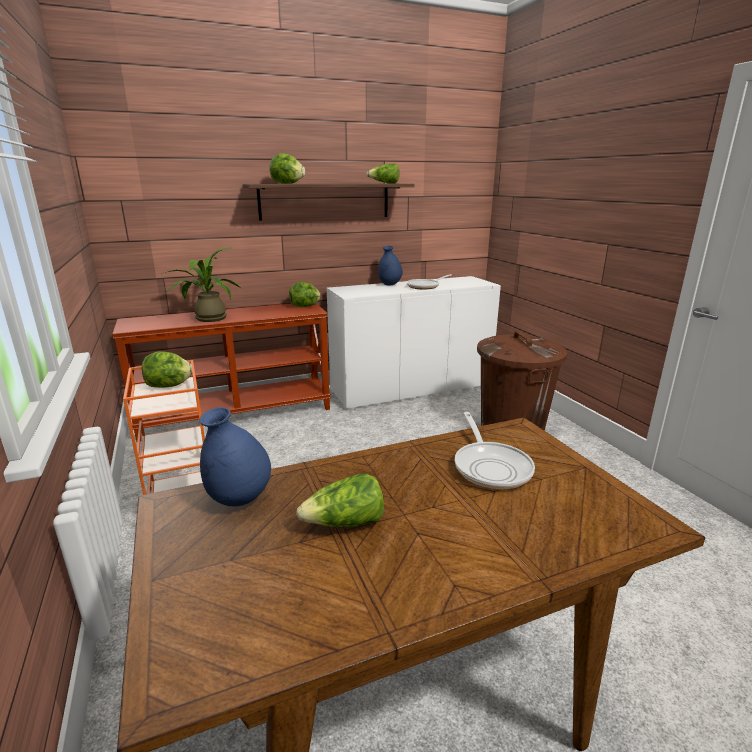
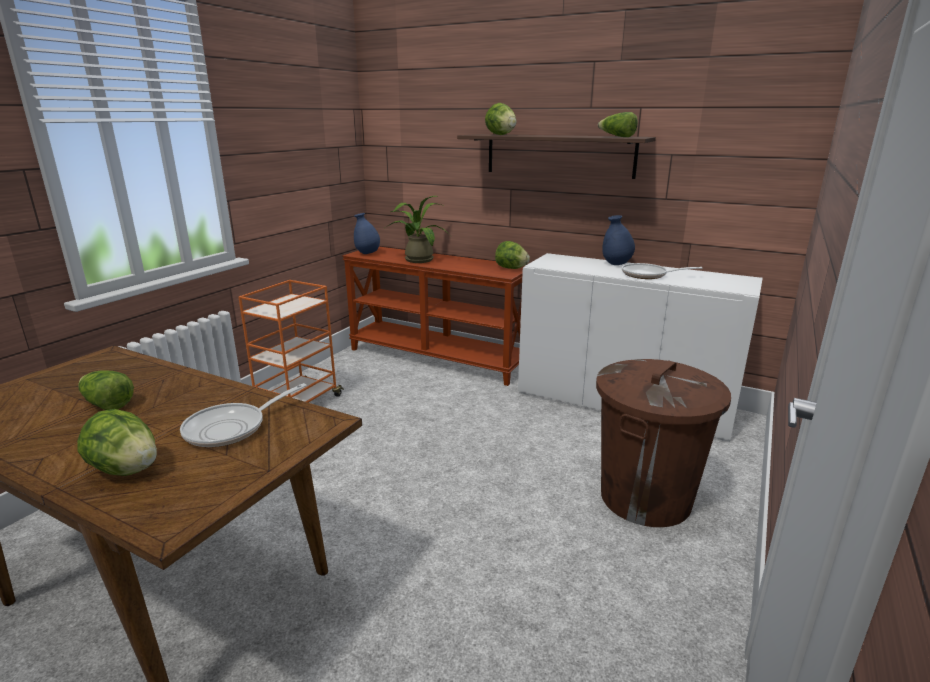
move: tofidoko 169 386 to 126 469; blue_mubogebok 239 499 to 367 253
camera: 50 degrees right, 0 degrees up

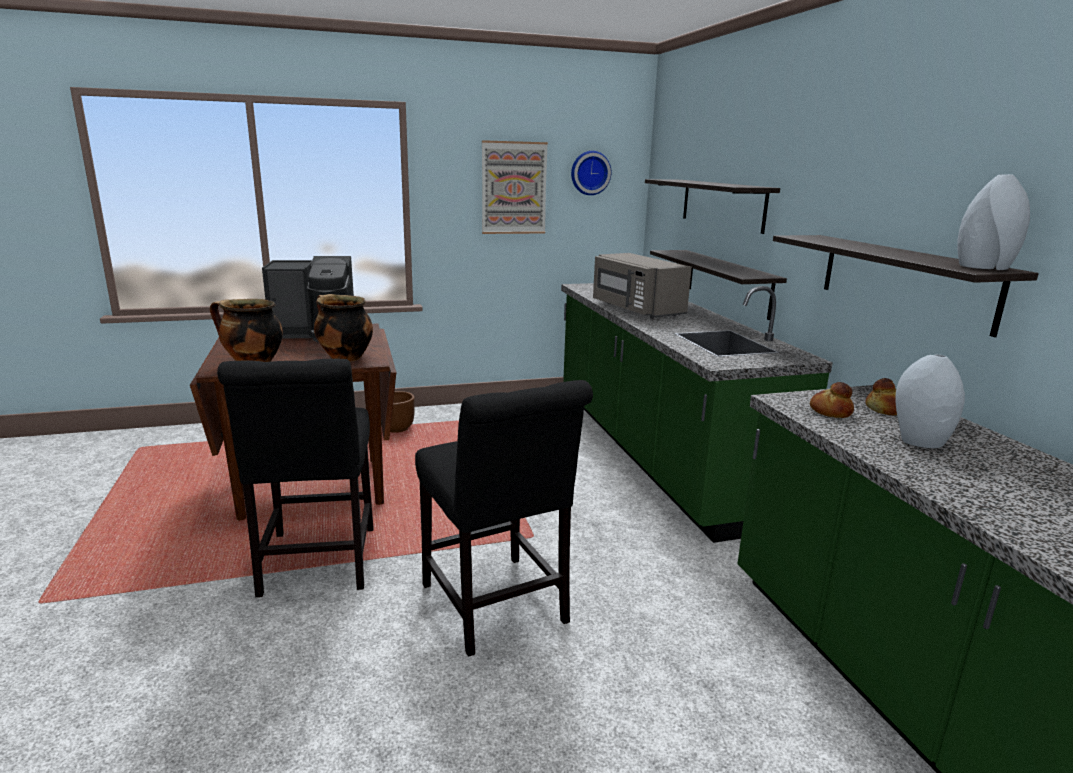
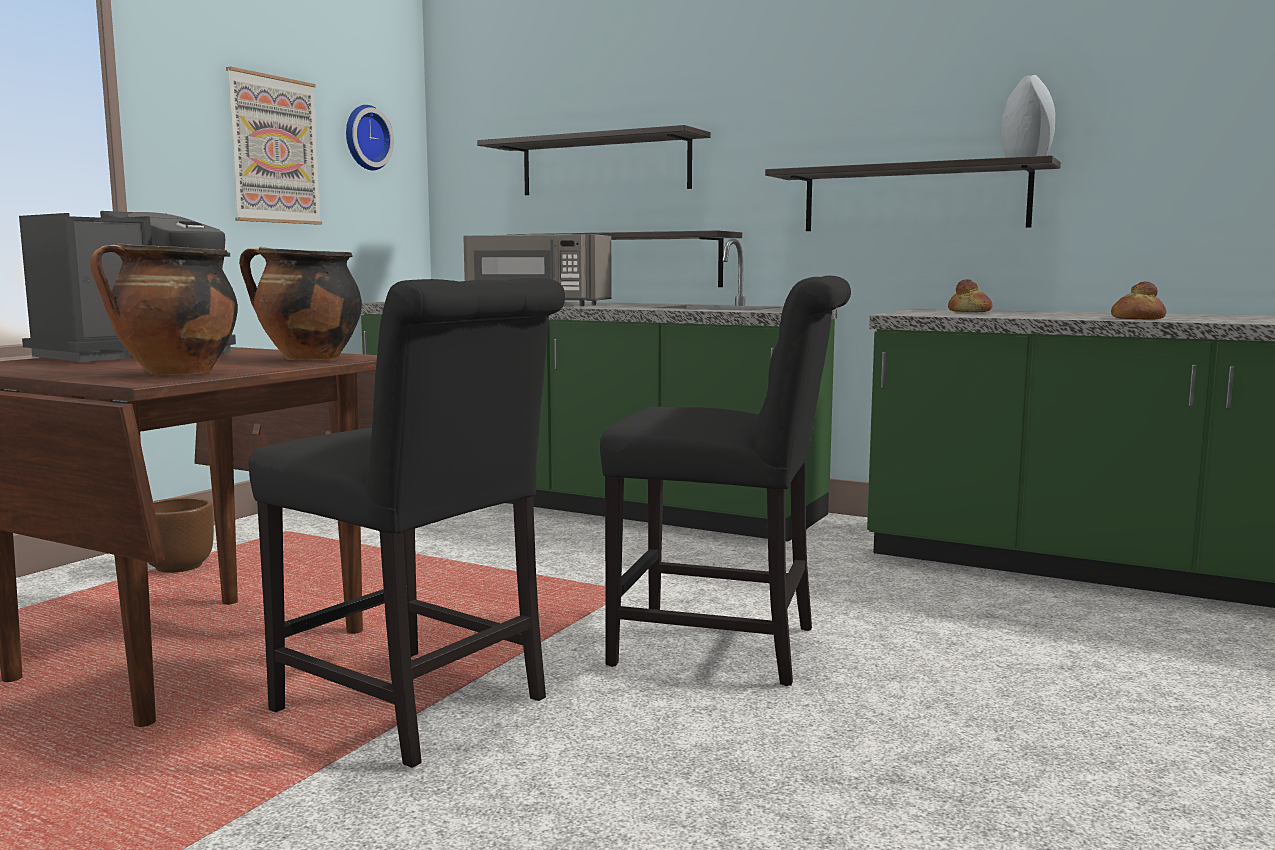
delete: grey_mubogebok 920 441
move: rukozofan 830 411 to 1137 319
camera: 45 degrees left, 10 degrees down

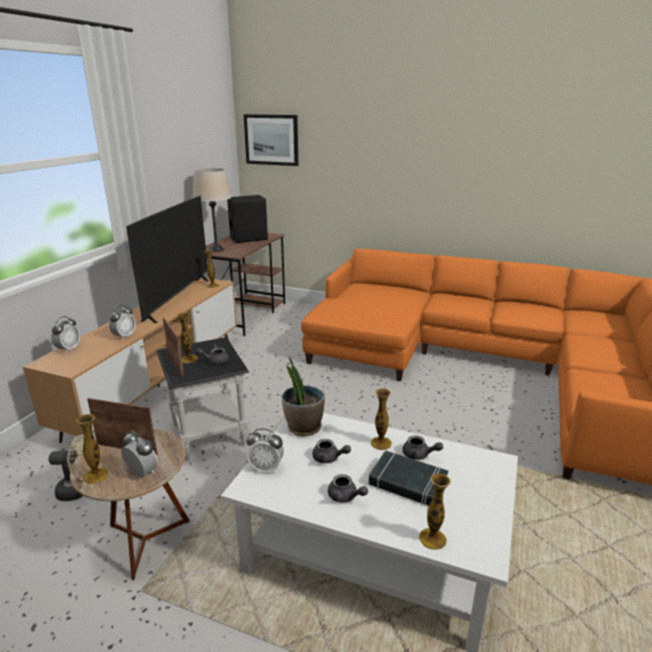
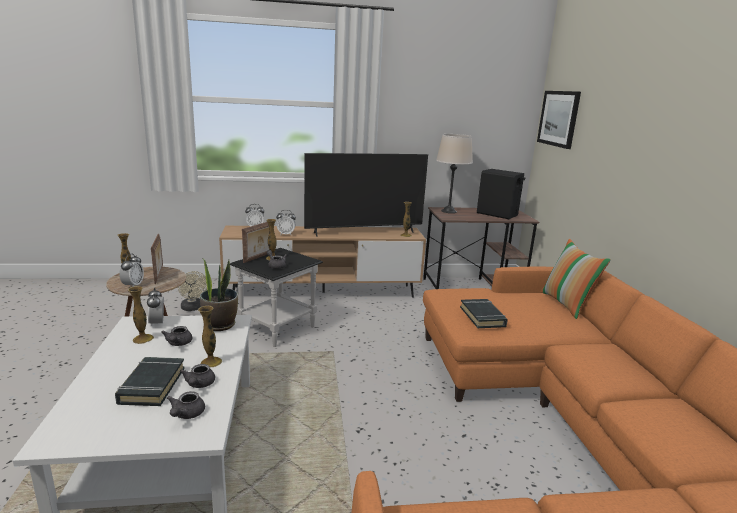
insert: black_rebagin 482 317; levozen 567 304
move: mubogebok 432 539 to 143 339; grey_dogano 345 497 to 186 415
camera: 60 degrees right, 5 degrees down

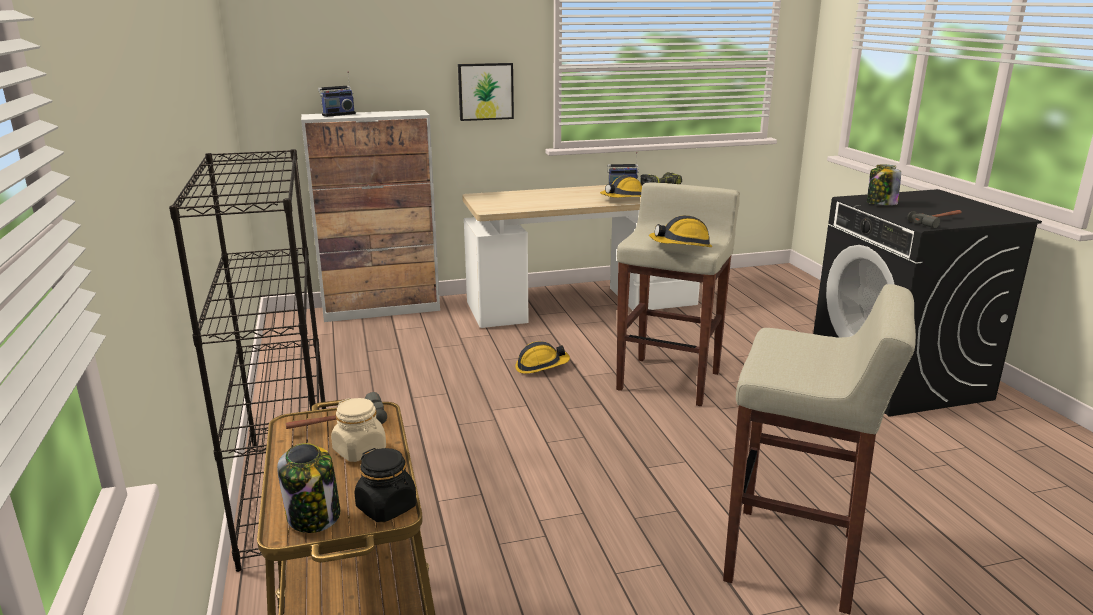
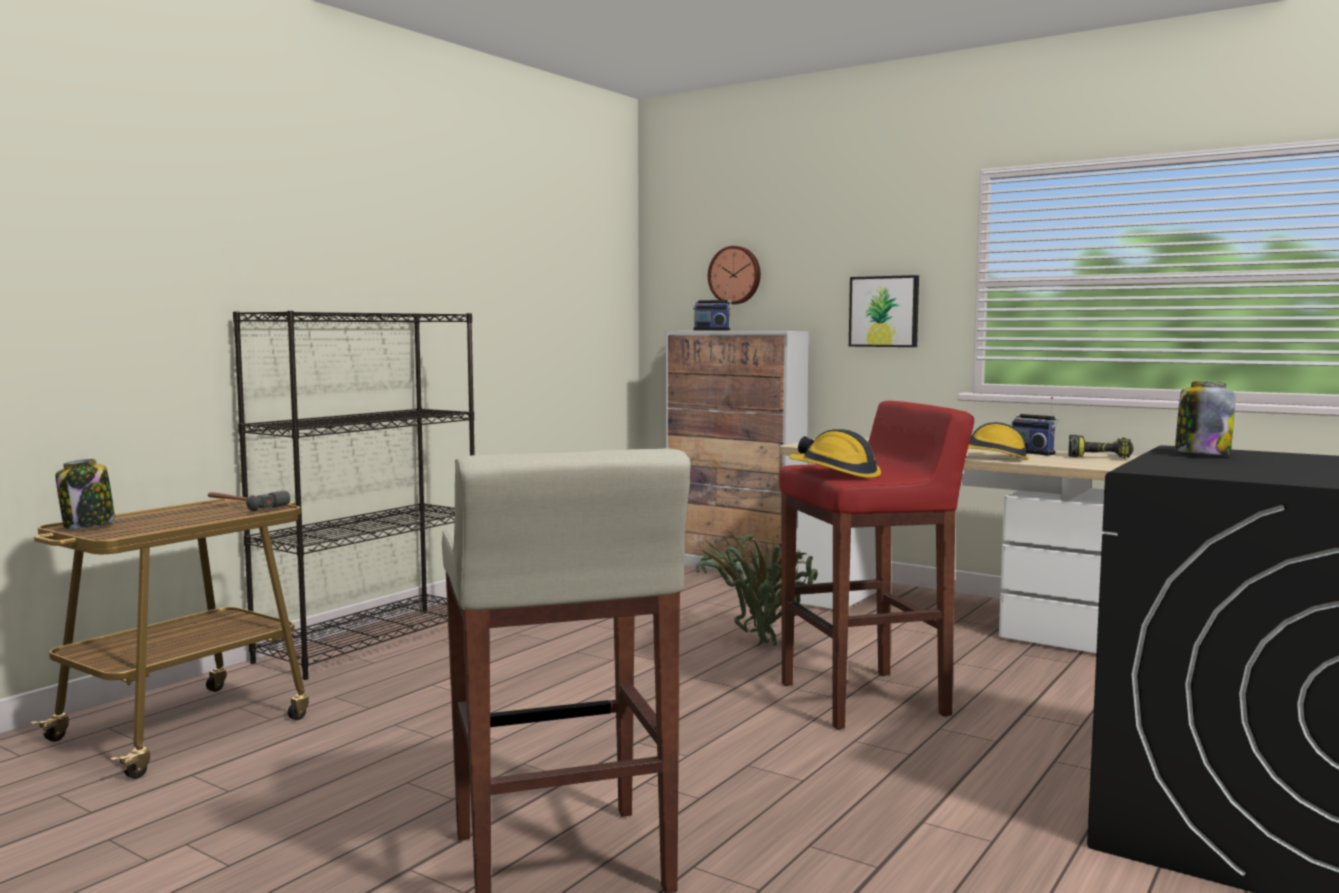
delete: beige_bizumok 360 450; black_bizumok 387 507; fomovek 939 221
insert: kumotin 735 275
replace: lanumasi 541 366 to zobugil 760 643
recolor: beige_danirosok 669 380 to red_danirosok 866 699
camera: 50 degrees right, 15 degrees down

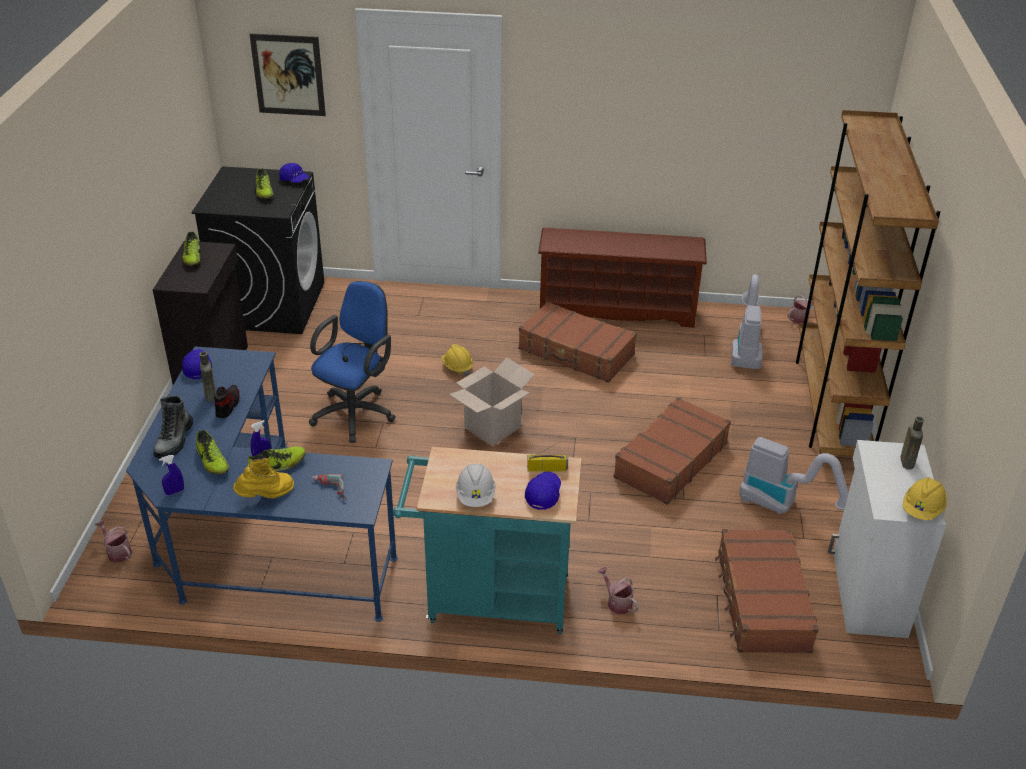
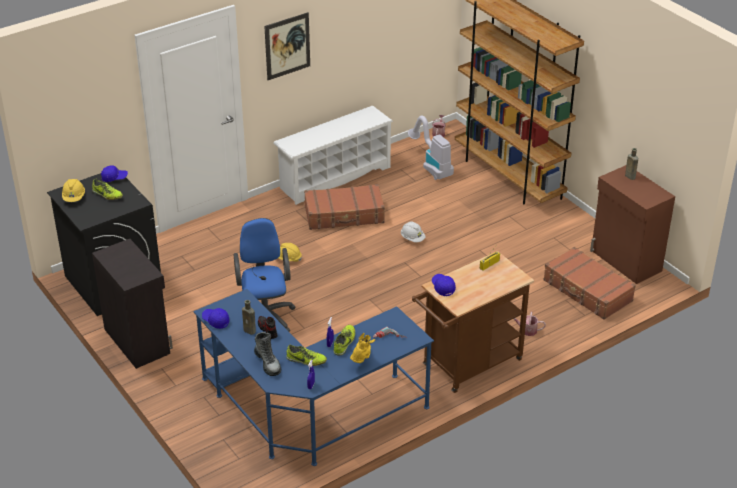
delete: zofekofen 117 552; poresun 192 257; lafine 492 428; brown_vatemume 670 460; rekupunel 785 506
move: yellow_lanumasi 922 510 to 74 198; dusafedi 288 75 to 287 46; white_lanumasi 476 496 to 412 238; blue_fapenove 543 494 to 443 287
recolor: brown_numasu 617 309 to white_numasu 334 177; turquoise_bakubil 489 599 to brown_bakubil 467 365; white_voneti 867 593 to brown_voneti 625 261
camera: 40 degrees left, 0 degrees up

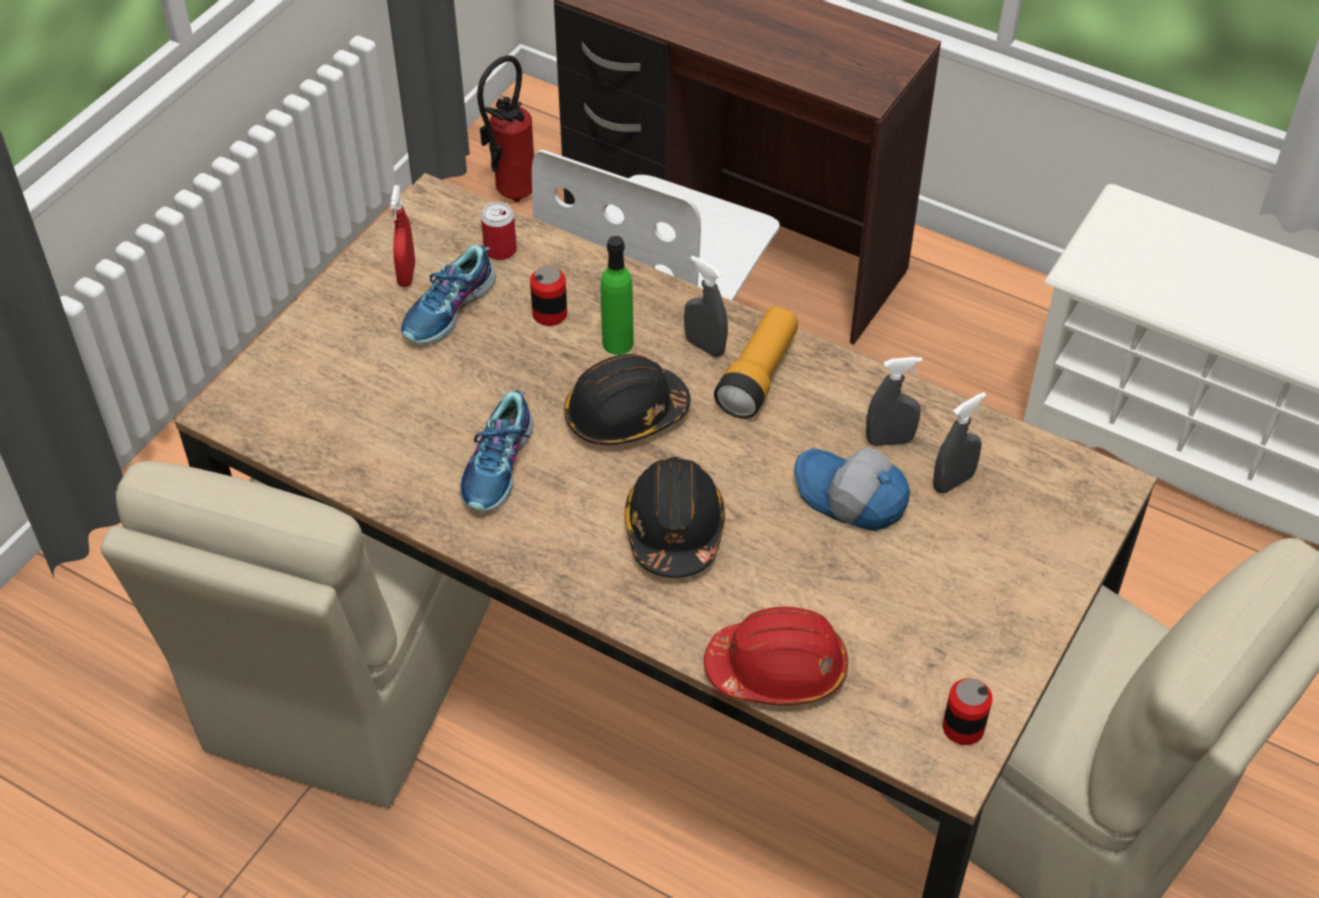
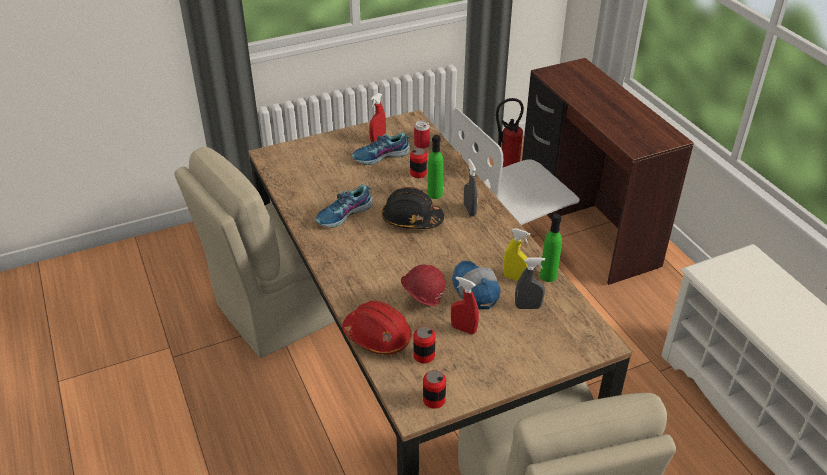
delete: black_lanumasi 674 529; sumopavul 758 376
insert: red_lanumasi 422 304; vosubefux 424 356; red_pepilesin 463 329; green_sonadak 548 276
recolor: grey_pepilesin 889 440 to yellow_pepilesin 515 278
camera: 35 degrees right, 10 degrees down

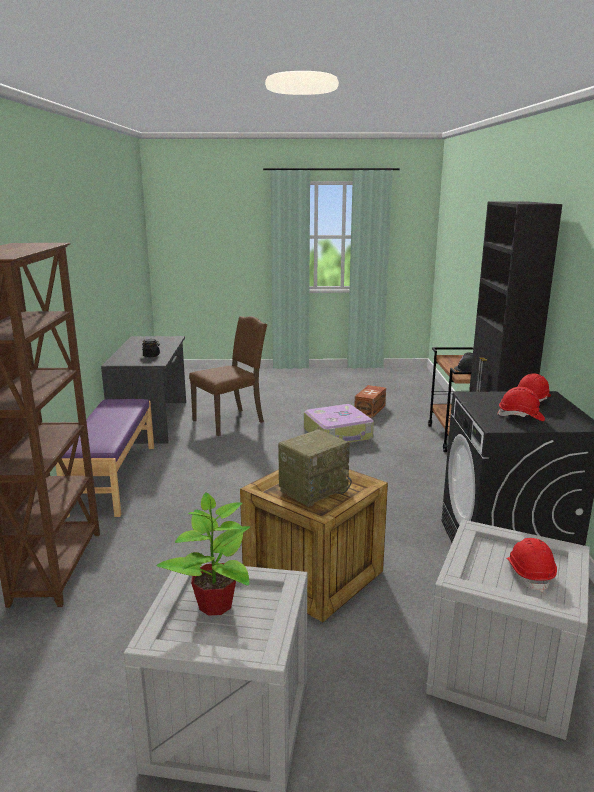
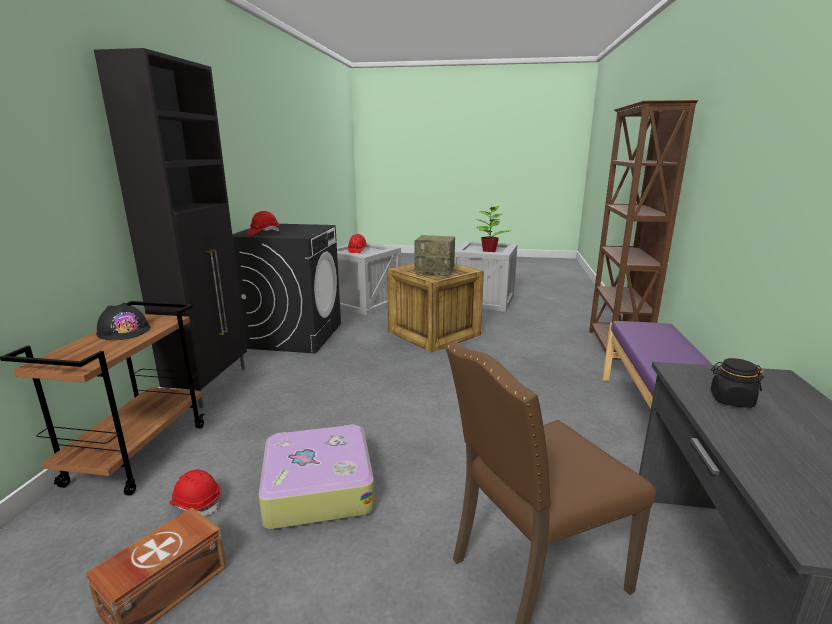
move: red_lanumasi 521 416 to 196 503
rotate: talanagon 314 489 = 435 271 135 degrees counterclockwise
camera: 170 degrees left, 0 degrees up

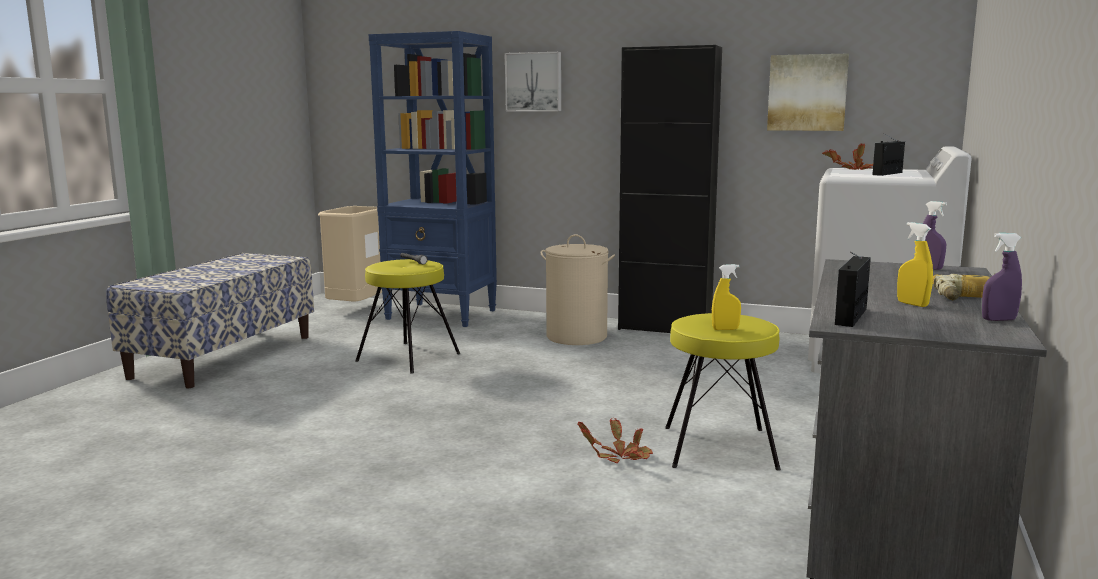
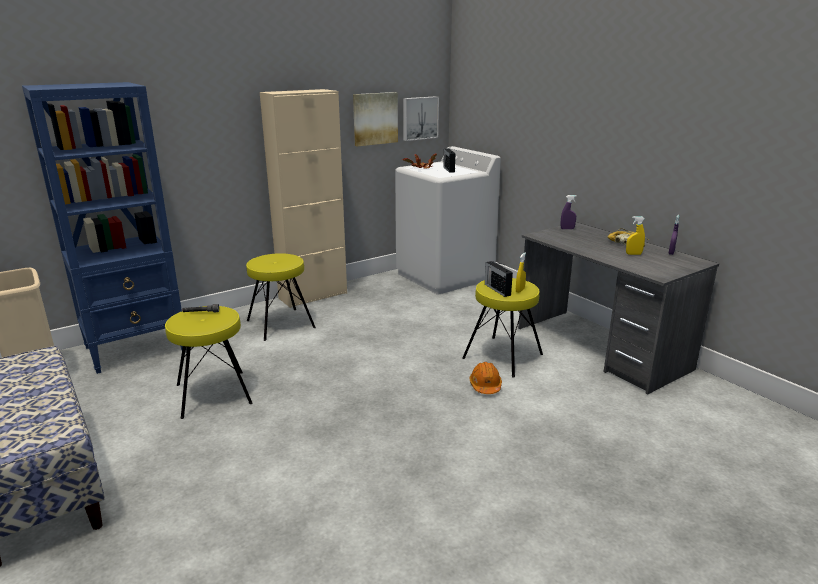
move: dusafedi 534 82 to 419 118; talanagon 851 316 to 497 289
replace: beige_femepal 577 337 to yellow_danirosok 281 324; zobugil 619 457 to orange_lanumasi 485 385
recolor: black_voneti 664 328 to beige_voneti 313 296
camera: 55 degrees left, 10 degrees up

